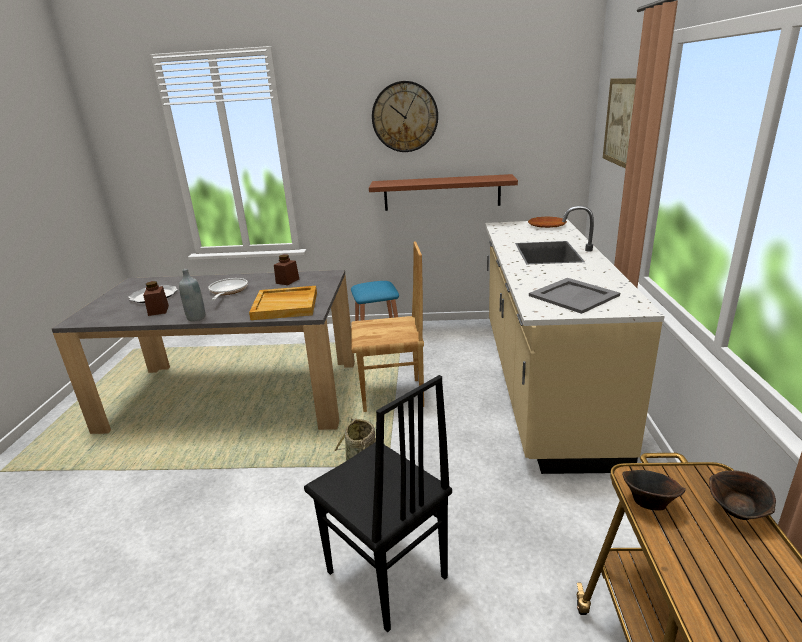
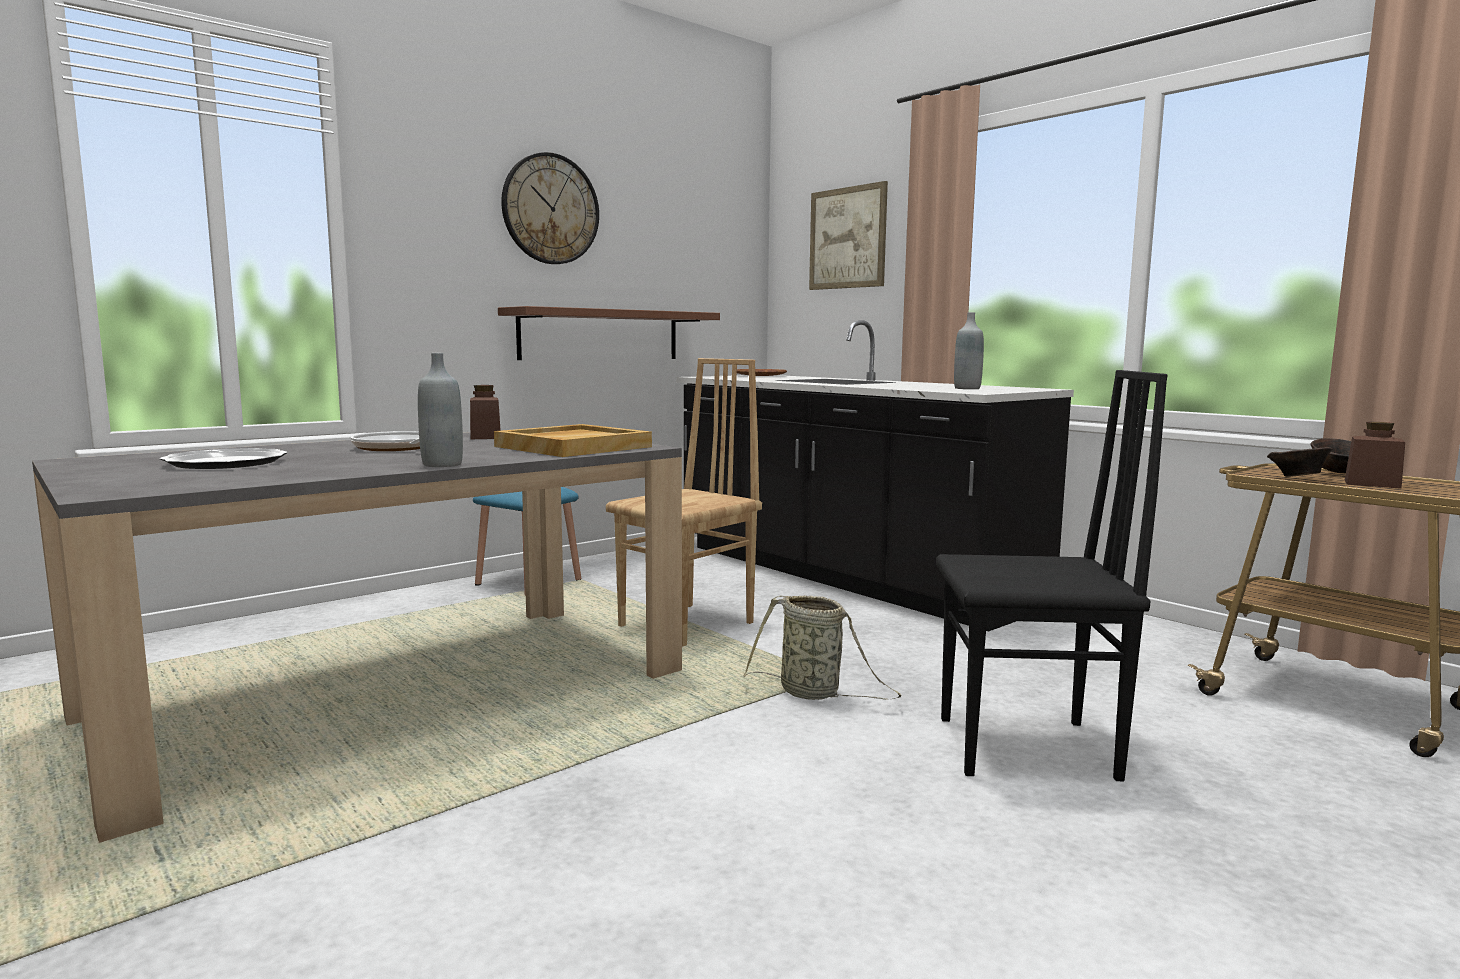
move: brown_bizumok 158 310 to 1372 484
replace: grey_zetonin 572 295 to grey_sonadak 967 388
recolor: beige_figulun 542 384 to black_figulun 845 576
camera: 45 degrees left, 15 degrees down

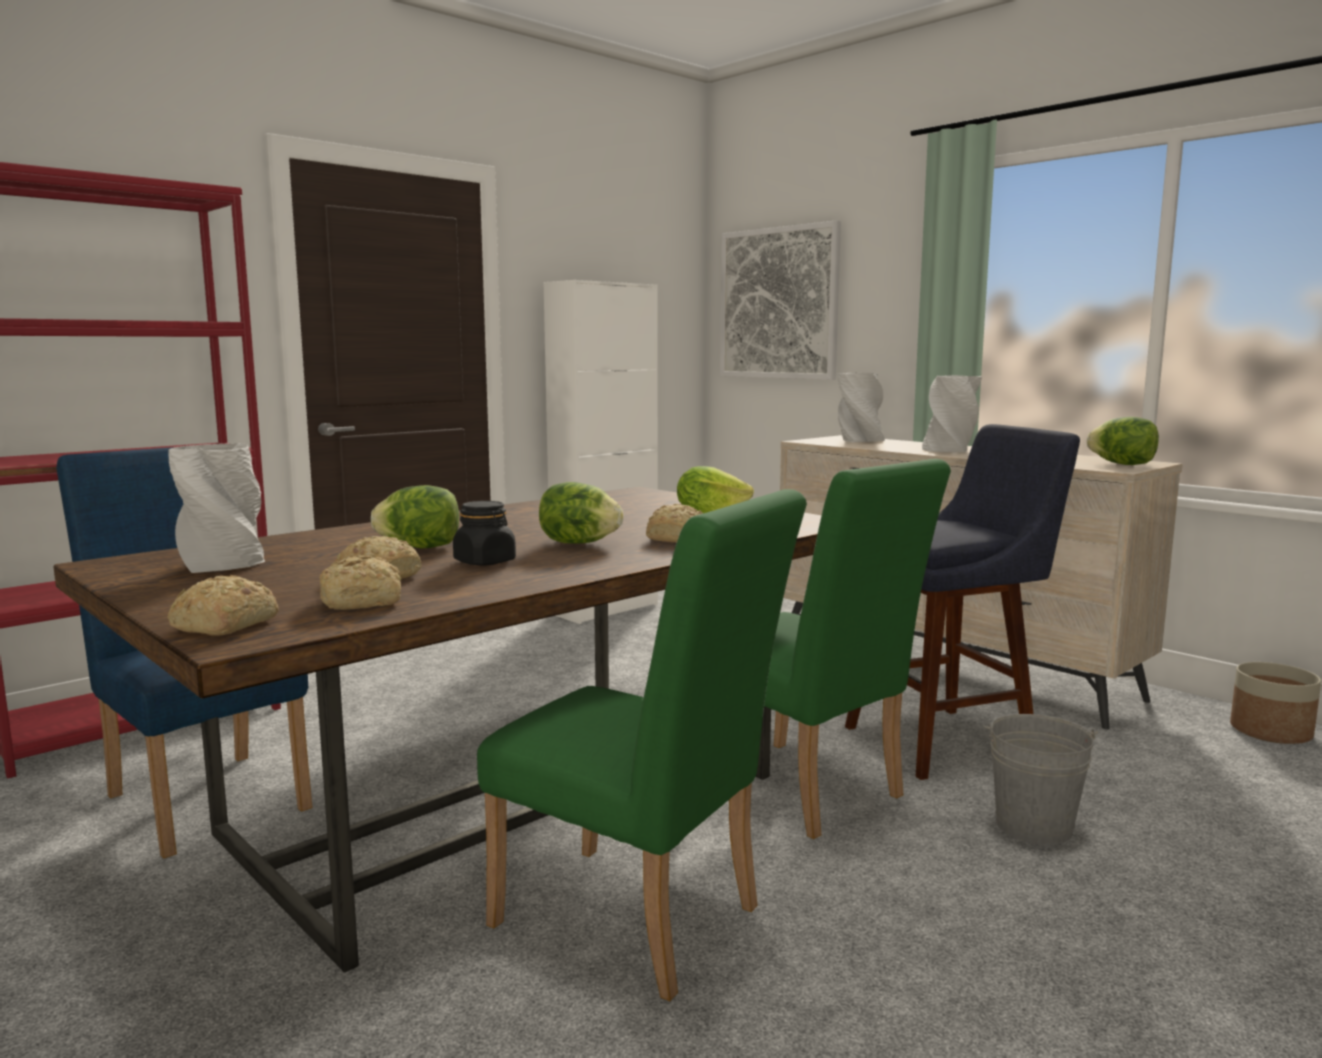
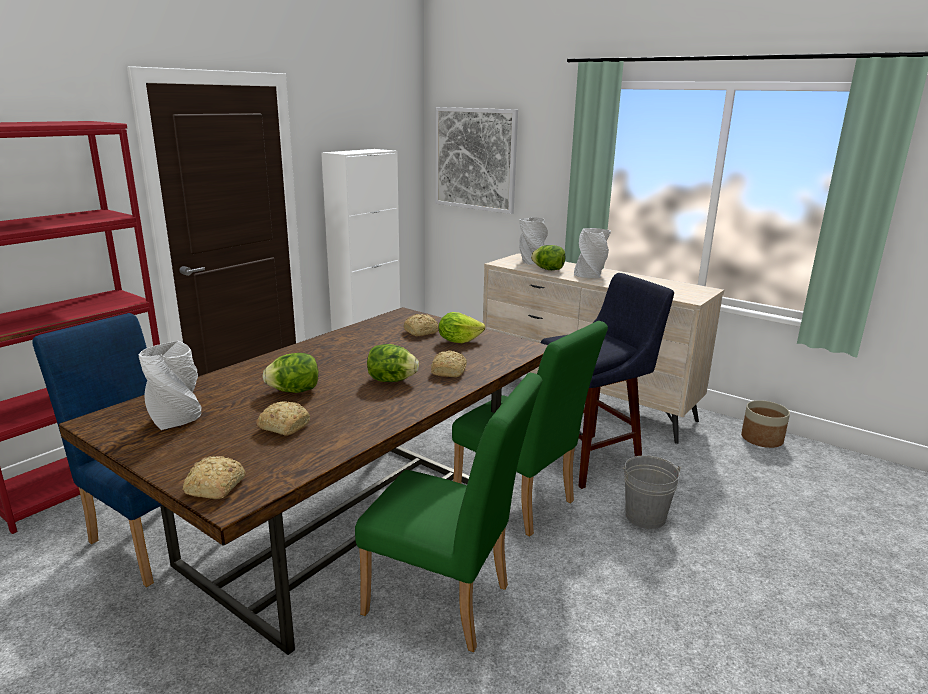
delete: black_bizumok 485 562
move: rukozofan 364 602 to 422 332; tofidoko 1122 464 to 548 269
camera: 10 degrees left, 10 degrees up

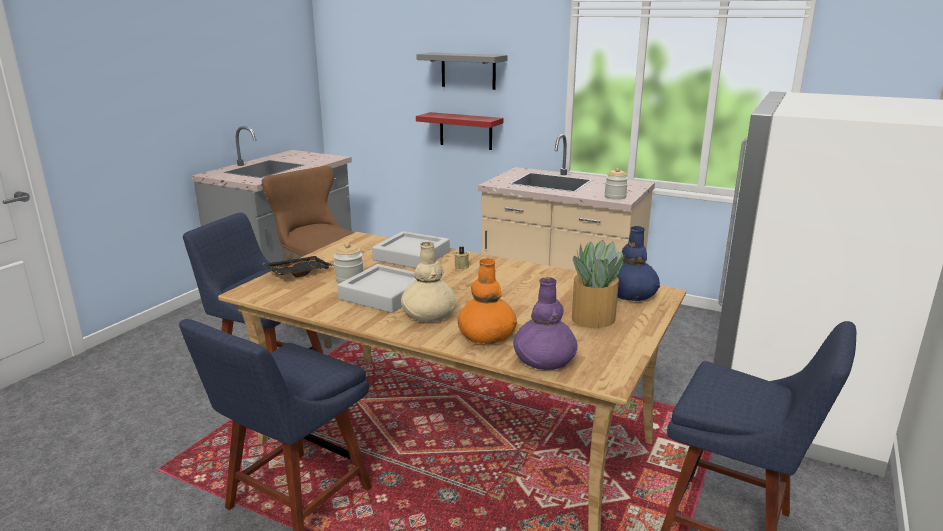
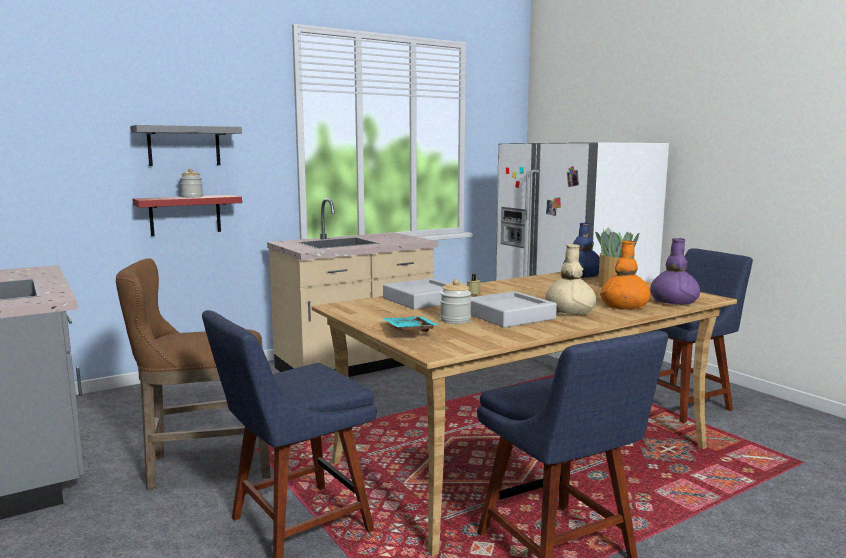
move: bizumok 615 197 to 192 197
recolor: black_zetonin 298 273 to turquoise_zetonin 408 332
camera: 60 degrees left, 10 degrees down

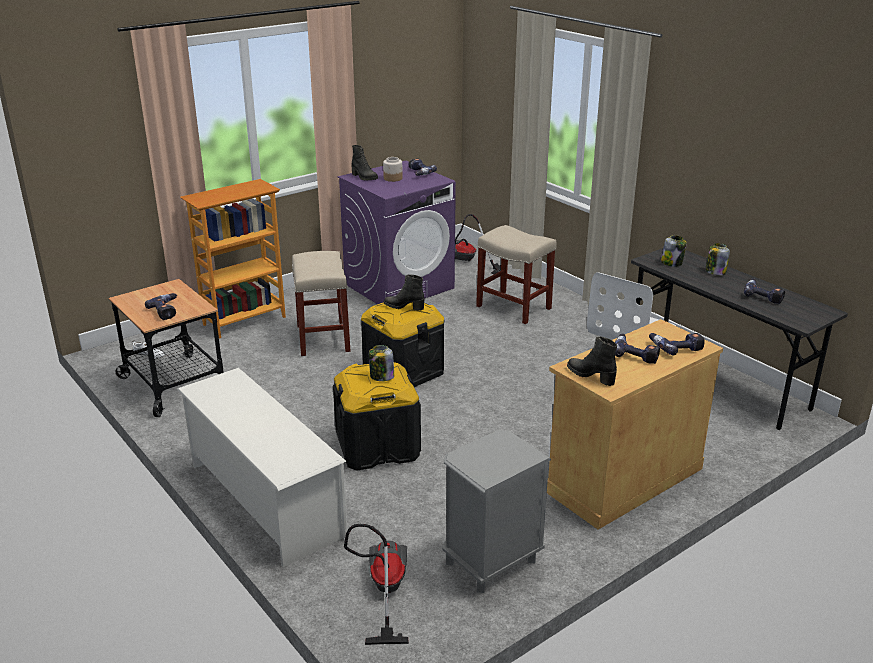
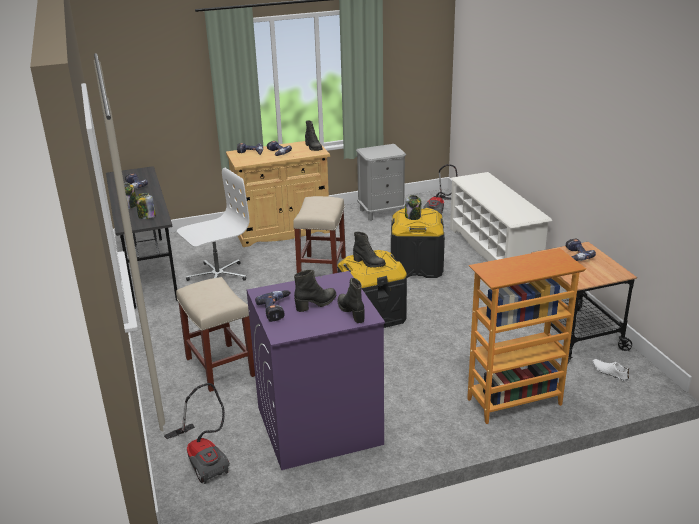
move: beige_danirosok 322 338 to 322 269
replace: bizumok 393 178 to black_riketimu 316 304
camera: 160 degrees left, 0 degrees up

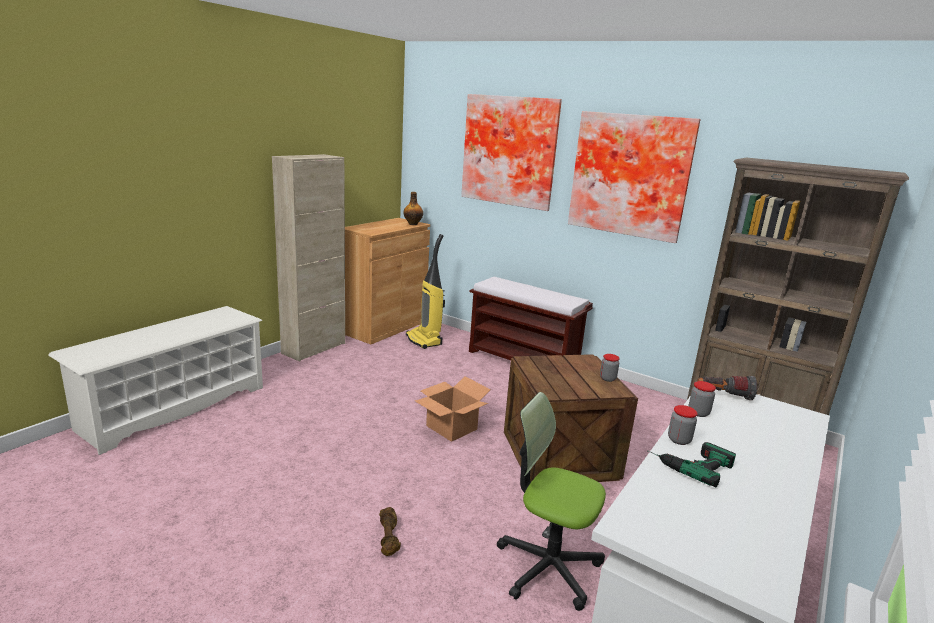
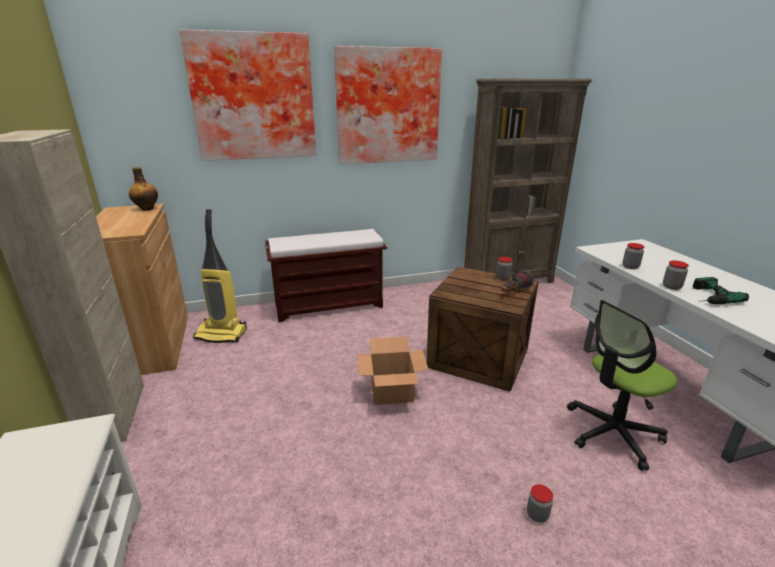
move: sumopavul 723 396 to 514 292
replace: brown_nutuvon 389 538 to bizumok 537 515
camera: 50 degrees left, 5 degrees up

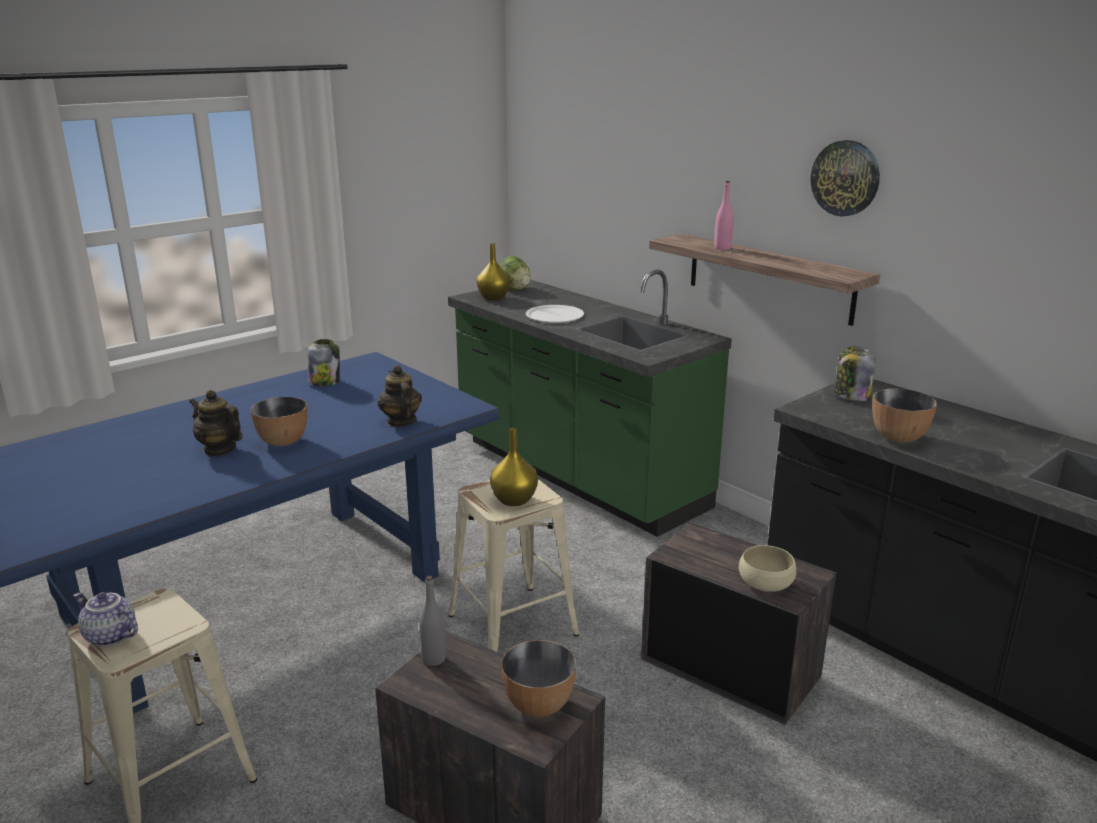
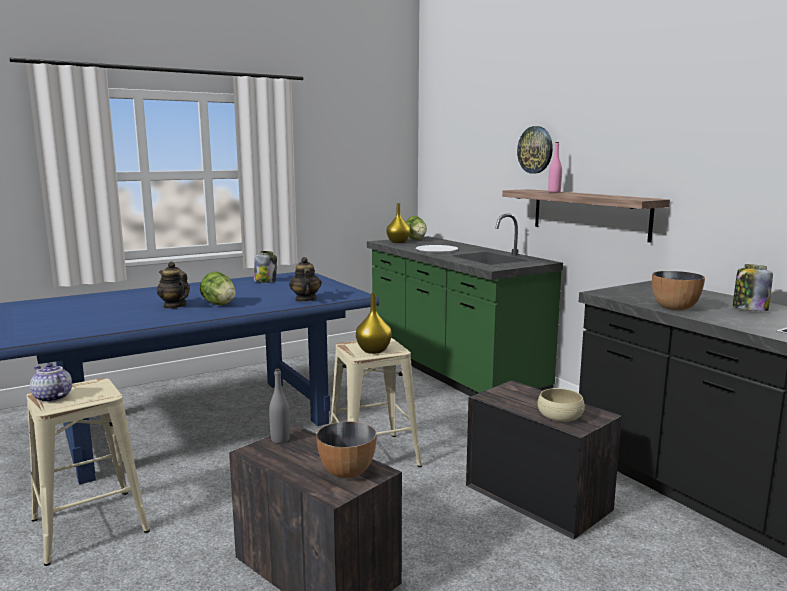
move: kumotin 845 178 to 535 150; bizumok 851 396 to 749 309
replace: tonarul 283 441 to tofidoko 219 304
camera: 10 degrees right, 10 degrees down

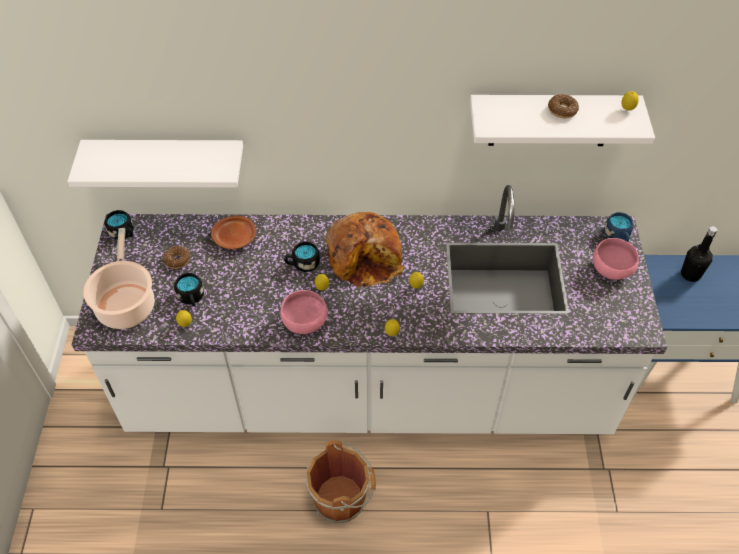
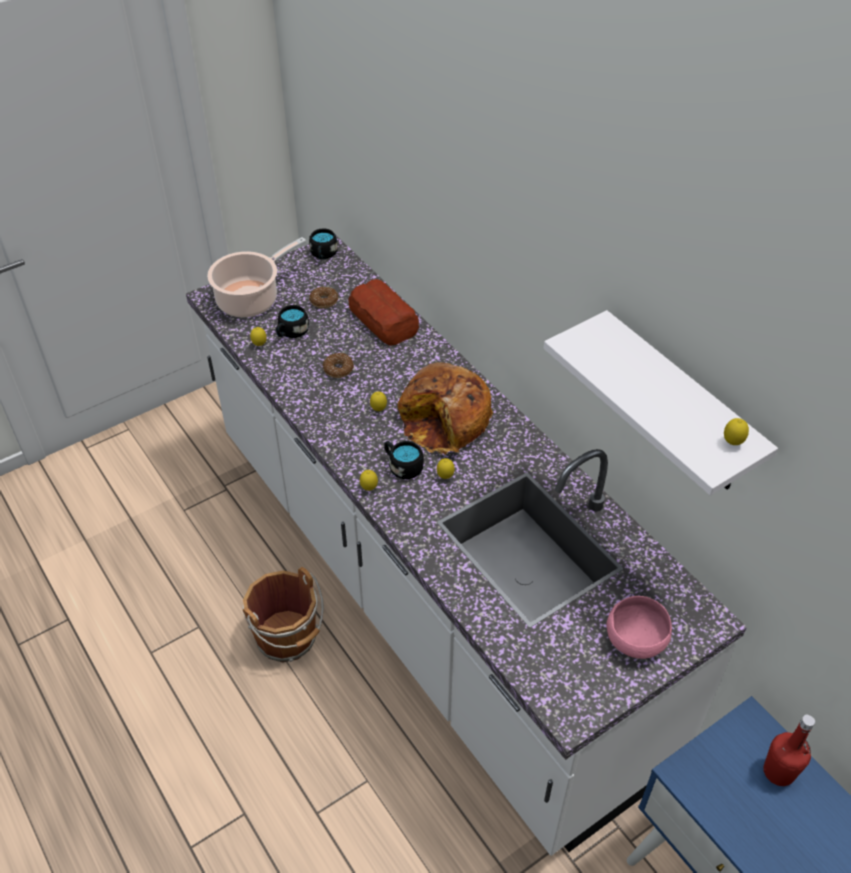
delete: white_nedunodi 167 162; pink_tonarul 304 321; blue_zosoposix 617 236
move: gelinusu 562 110 to 338 369; black_zosoposix 302 264 to 402 466
replace: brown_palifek 235 238 to rukozofan 383 321
recolor: black_sonadak 690 274 to red_sonadak 778 772
camera: 55 degrees right, 5 degrees down

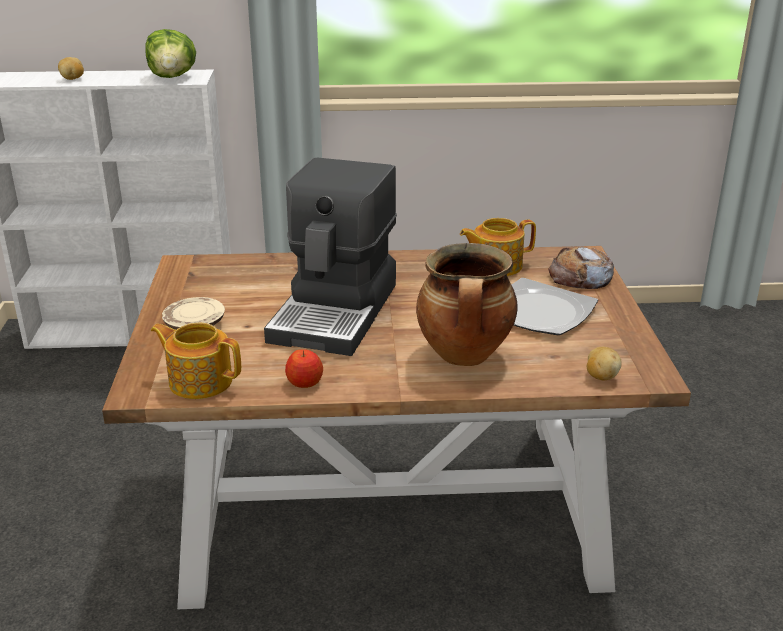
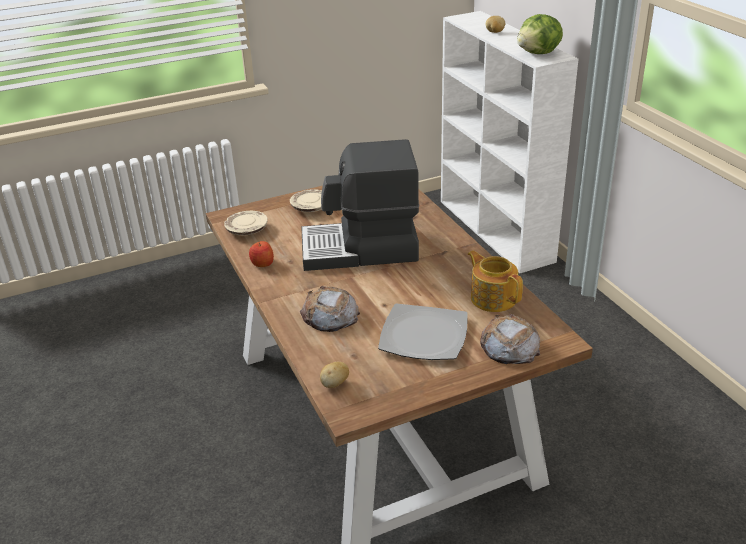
replace: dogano 200 381 to beige_palifek 247 230; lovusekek 465 356 to rukozofan 329 315
camera: 70 degrees right, 5 degrees up

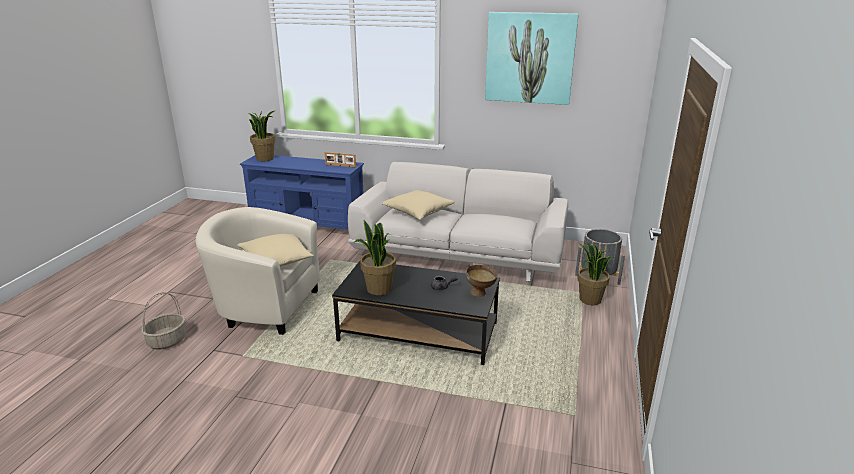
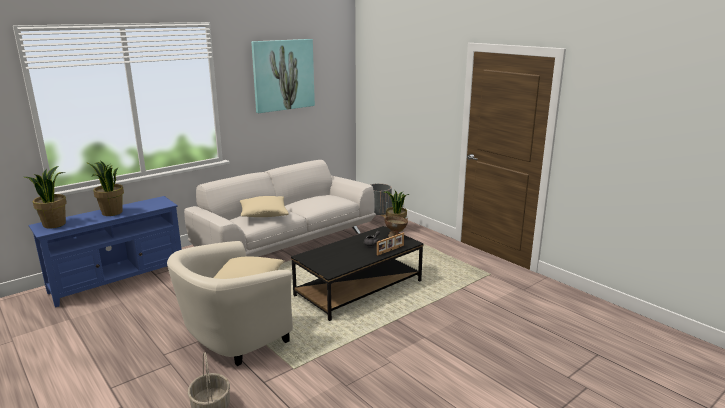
move: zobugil 378 289 to 111 213; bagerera 340 166 to 390 250
camera: 55 degrees left, 5 degrees down

